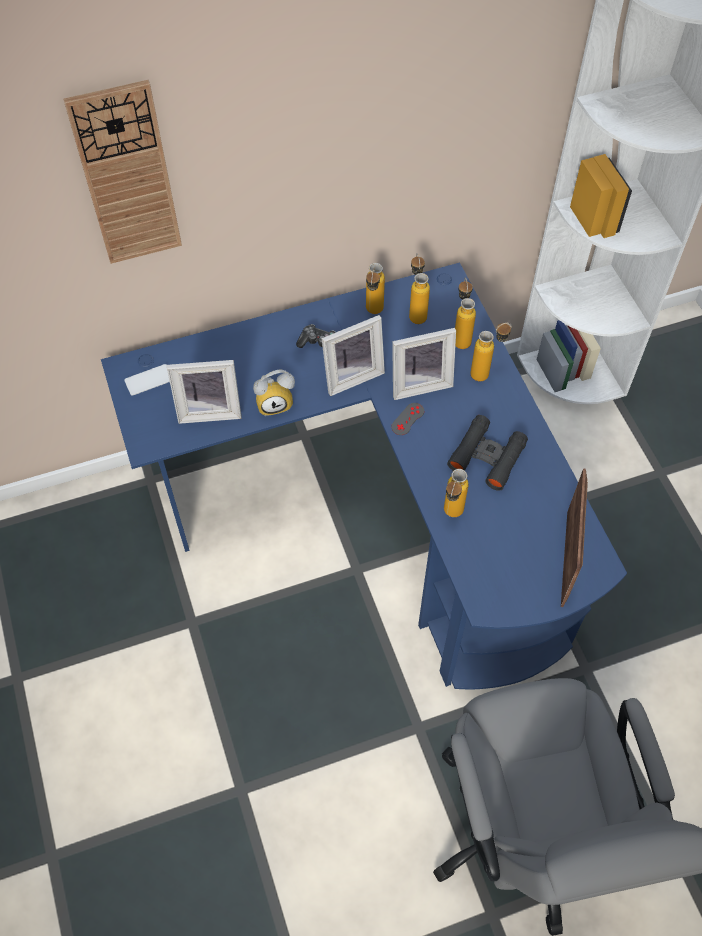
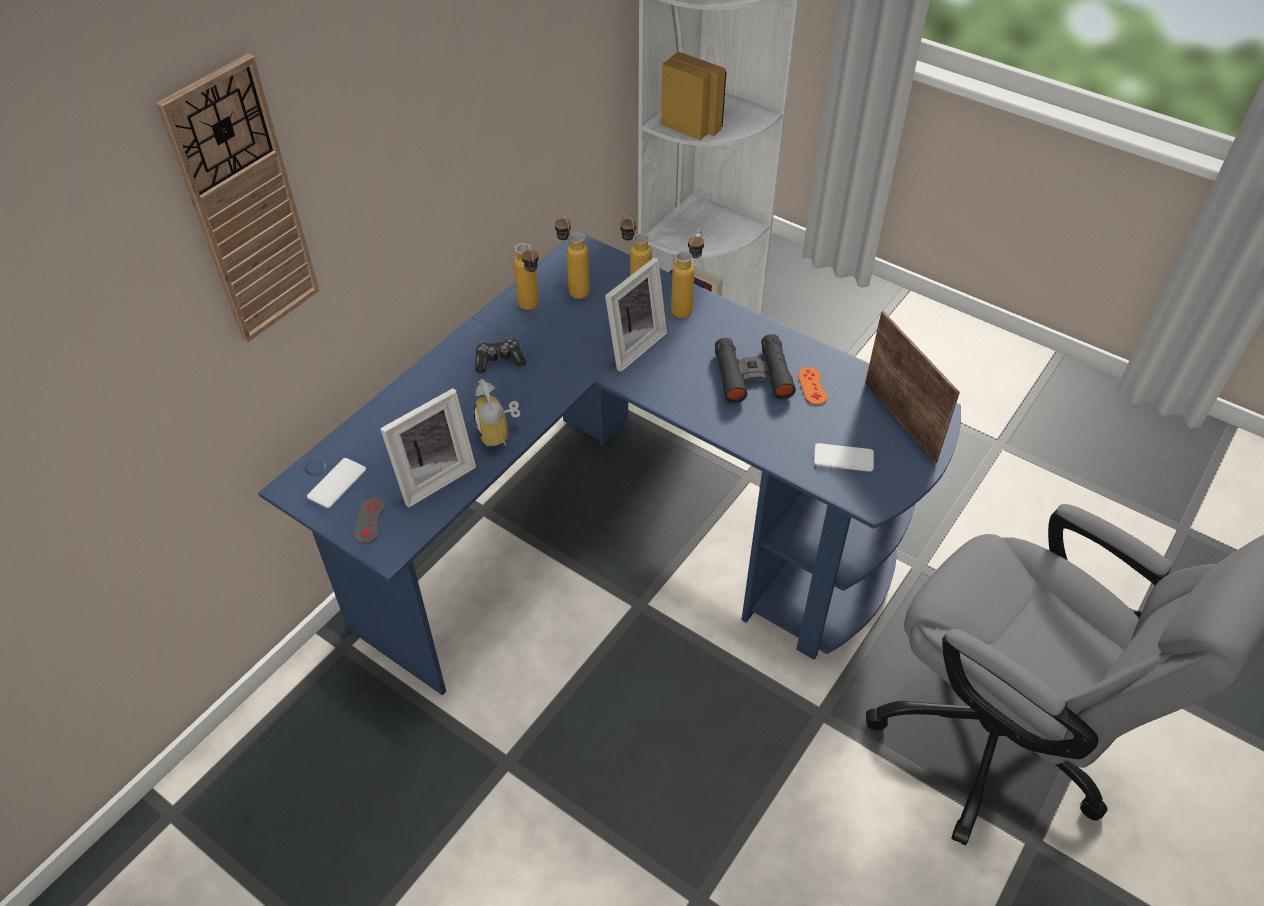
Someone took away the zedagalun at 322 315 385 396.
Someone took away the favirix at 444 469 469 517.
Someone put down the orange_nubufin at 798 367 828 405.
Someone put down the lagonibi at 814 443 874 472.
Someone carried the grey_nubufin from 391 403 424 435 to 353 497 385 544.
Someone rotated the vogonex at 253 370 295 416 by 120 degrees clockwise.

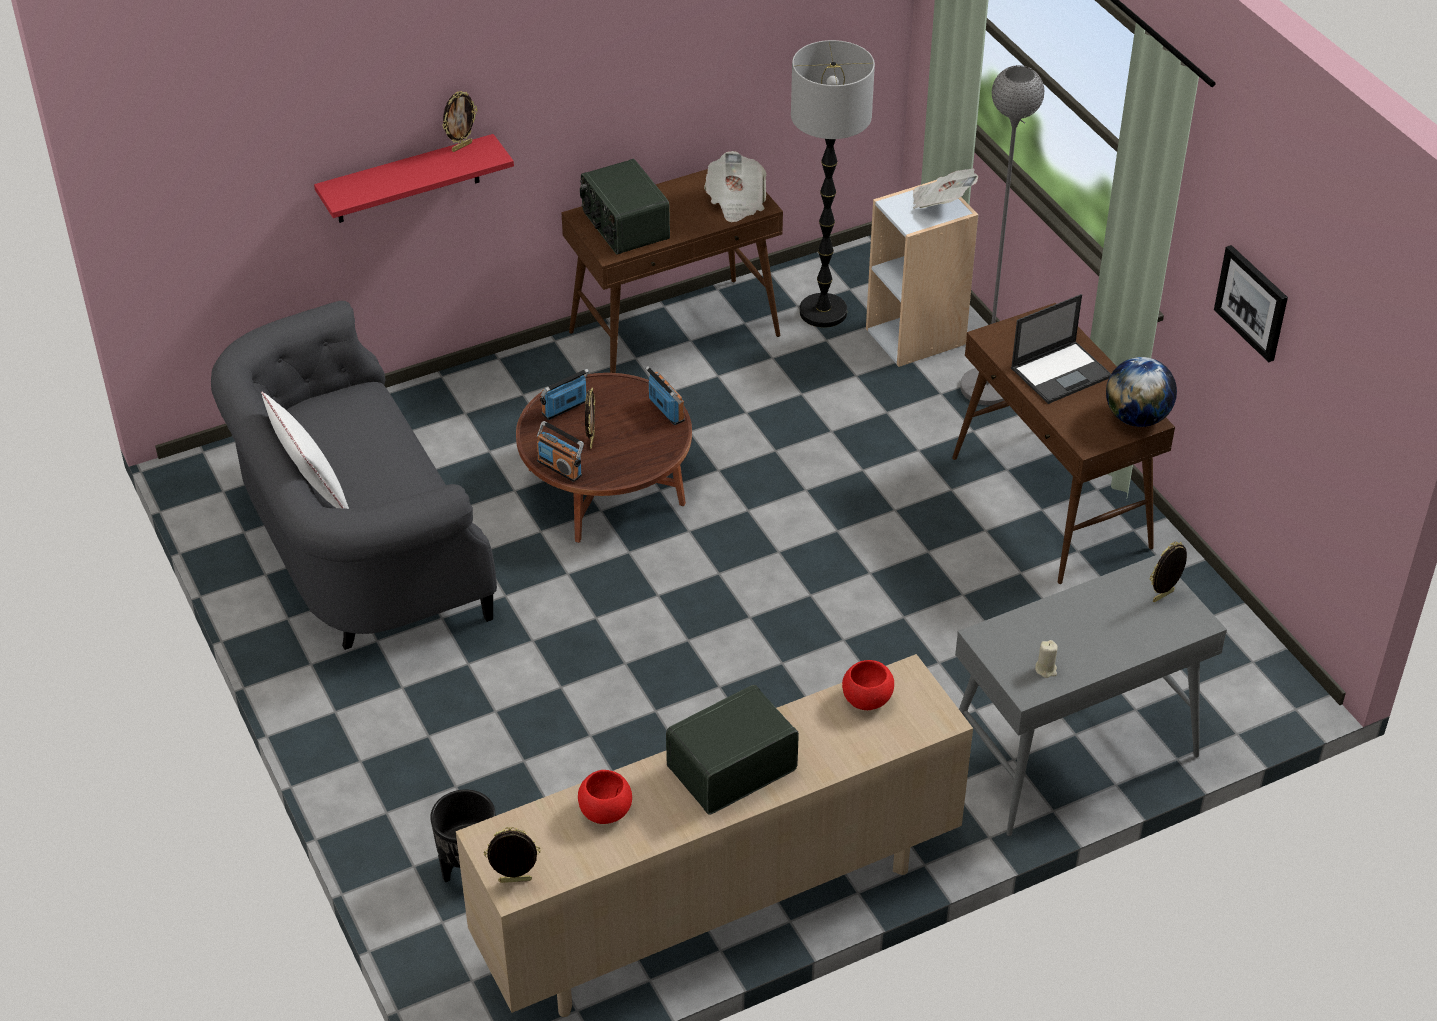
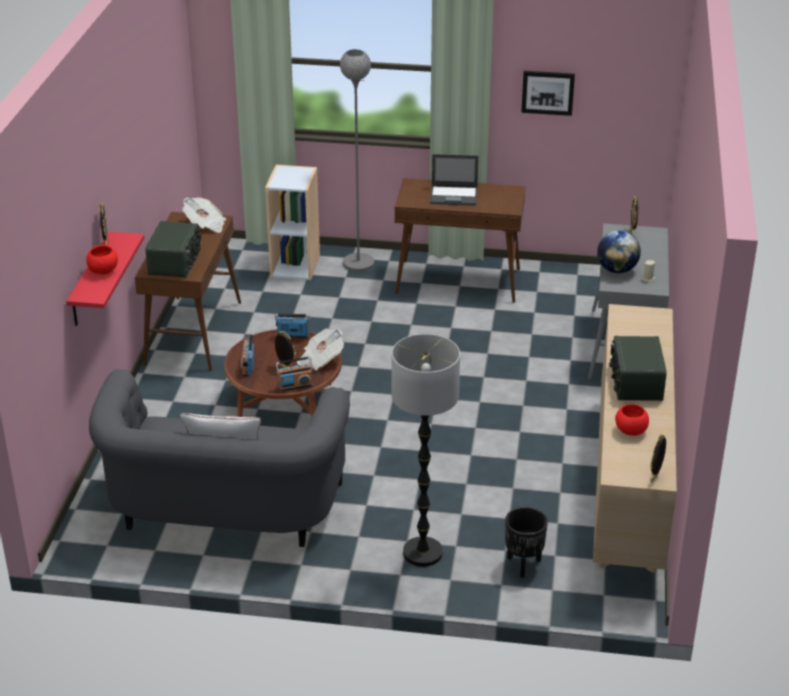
Someone carried the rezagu from 791 40 875 328 to 392 334 460 567.
Someone carried the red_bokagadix from 842 660 894 710 to 86 245 118 274.
Someone carried the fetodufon from 913 169 978 209 to 297 328 344 371.
Someone carried the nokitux from 1106 357 1177 427 to 597 230 641 273.
Someone rotated the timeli at 580 159 670 255 by 90 degrees counterclockwise.
Someone rotated the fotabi at 1011 294 1111 404 by 90 degrees clockwise.

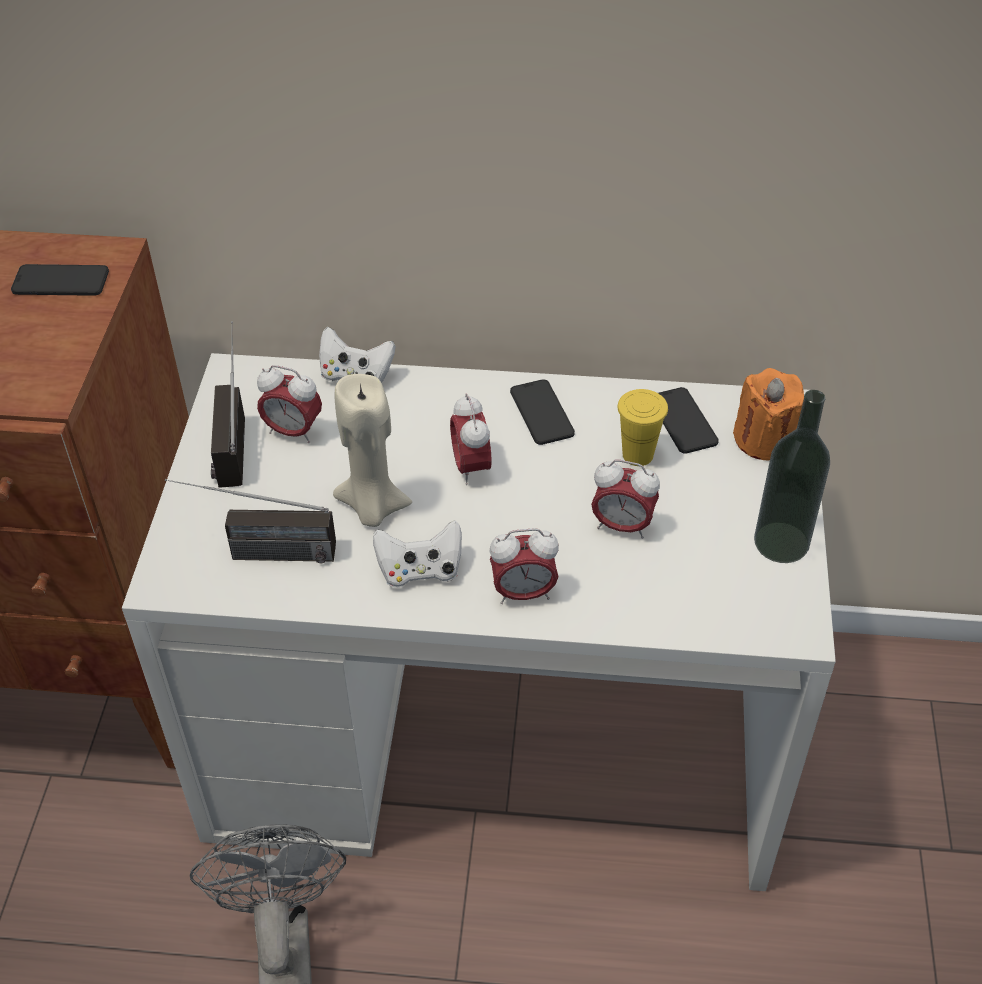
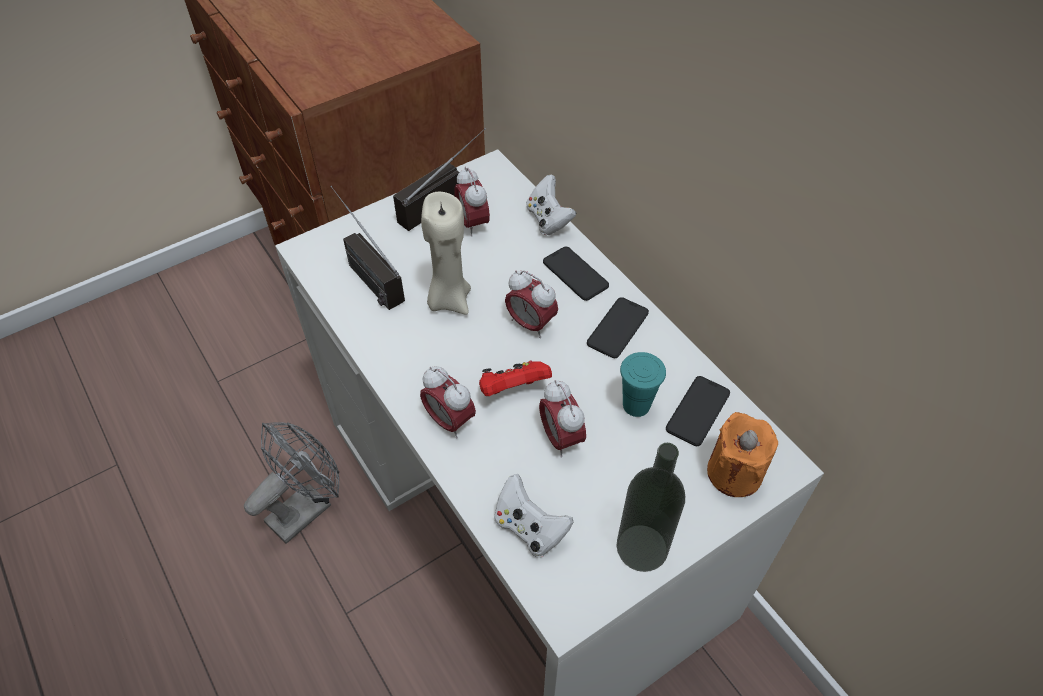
Someone put down the red_nubufin at 479 360 552 396.
Someone carried the lagonibi from 11 264 109 296 to 543 247 609 301.
Someone carried the white_nubufin from 373 520 462 588 to 494 474 574 557.
Someone repainted the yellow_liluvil at 618 389 668 466, which became the turquoise_liluvil at 620 352 666 417.
Someone rotated the vogonex at 450 394 492 485 by 90 degrees counterclockwise.

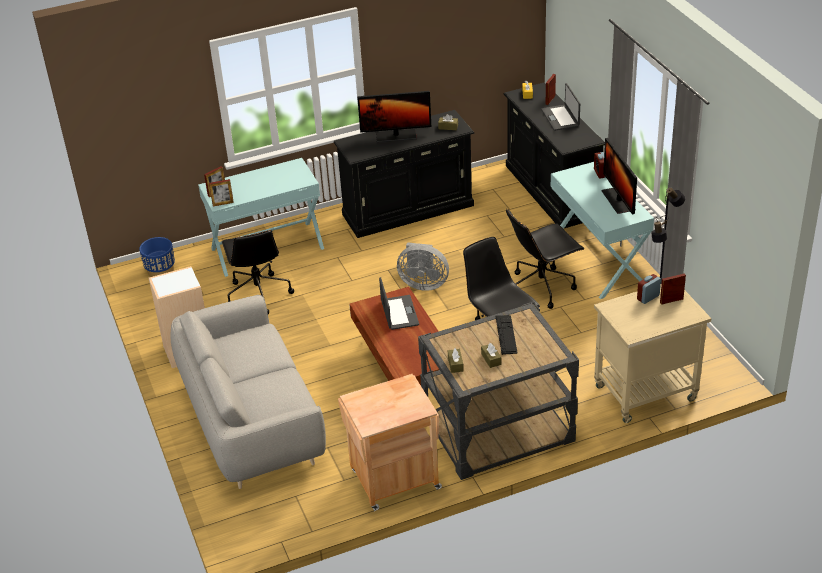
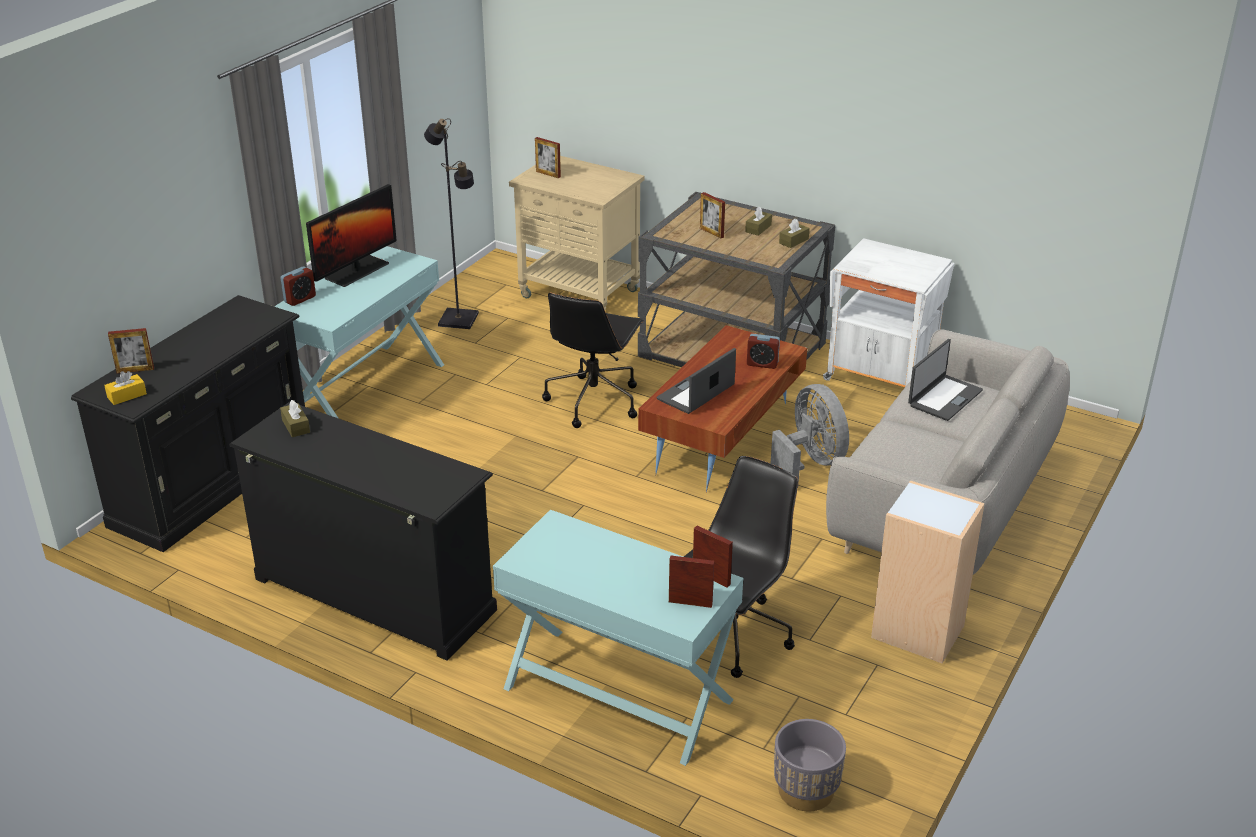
Someone took away the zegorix at 357 91 431 142.
Someone took away the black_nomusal at 506 209 584 309.
Someone carried the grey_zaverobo from 397 242 449 291 to 771 384 849 484.
Someone carried the fotabi from 541 83 580 131 to 908 339 983 421.
Someone carried the vogonex from 637 274 661 304 to 747 334 780 369.
Someone swapped the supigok at 495 315 518 355 for the zedagalun at 700 192 725 239.
Someone repainted the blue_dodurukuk at 139 237 175 277, which became the grey_dodurukuk at 774 719 846 811.
Someone repainted the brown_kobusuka at 338 374 442 511, which became the white_kobusuka at 823 238 954 387.

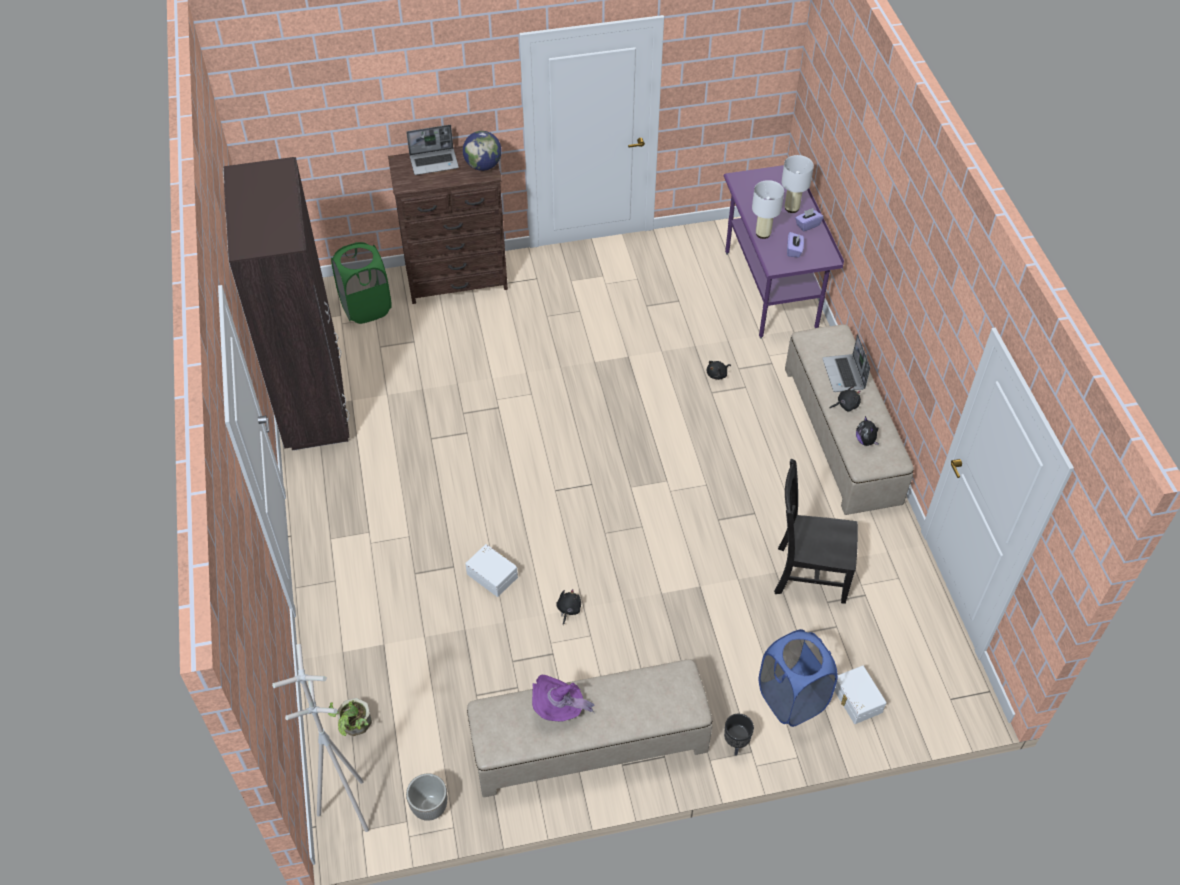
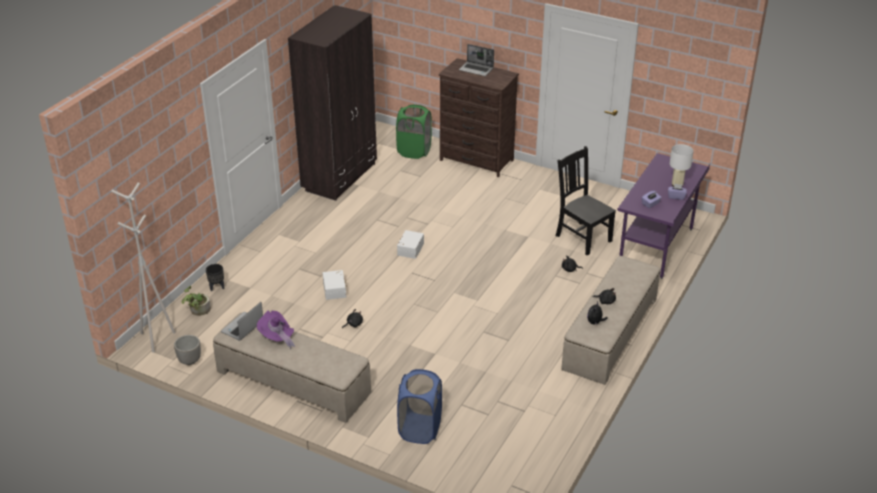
Someone took away the nokitux at 463 131 502 171.
Someone took away the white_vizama at 752 180 784 239.
Someone carried the black_dodurukuk from 724 714 754 756 to 206 264 224 291.
Someone carried the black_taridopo from 774 459 858 604 to 556 146 616 256.
Someone carried the fotabi from 822 334 870 392 to 221 302 263 341.
Someone carried the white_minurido from 834 665 886 724 to 397 230 424 259.

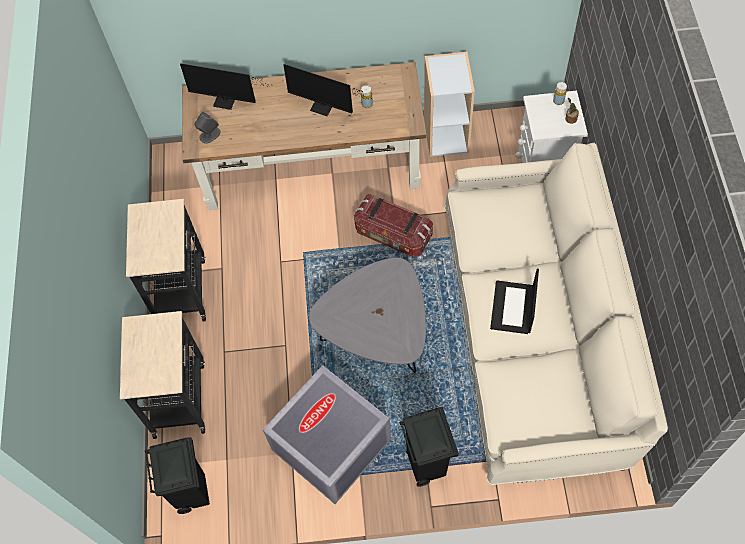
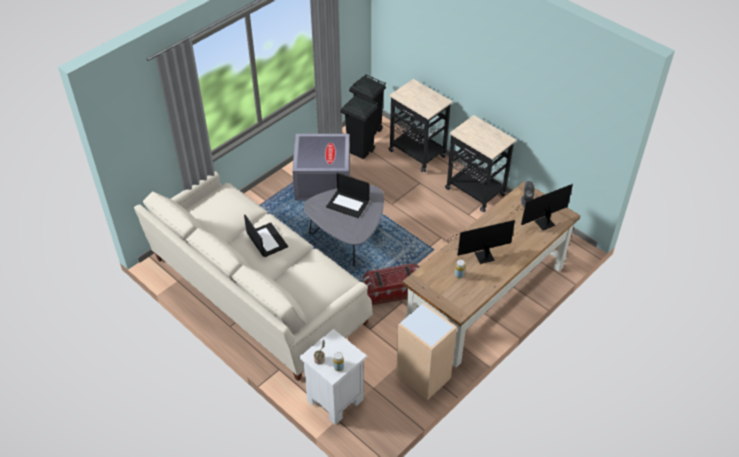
Someone put down the fotabi at 326 173 369 218.
Someone carried the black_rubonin from 399 407 459 487 to 341 94 378 159.

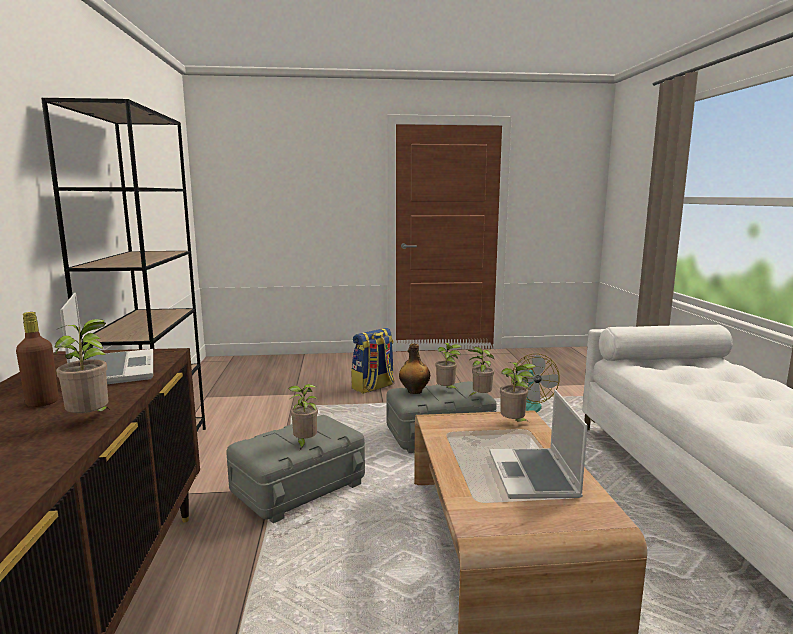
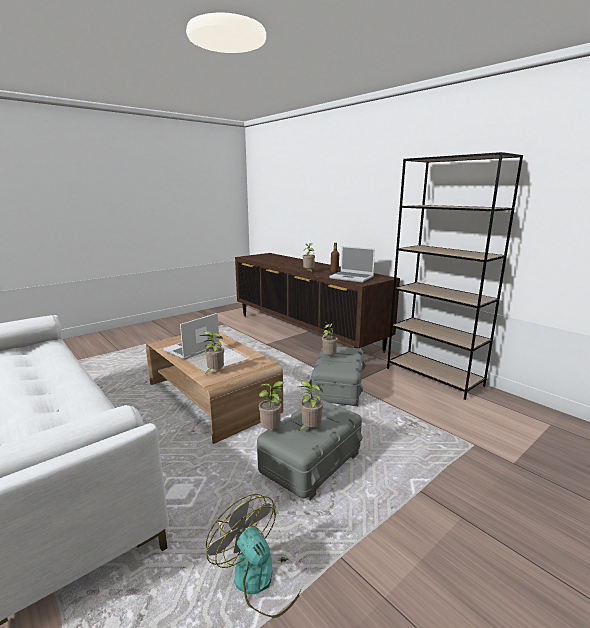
Someone took away the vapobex at 351 328 394 394.
Someone took away the favirix at 399 343 430 394.
Someone rotated the fotabi at 489 390 588 499 by 105 degrees counterclockwise.

